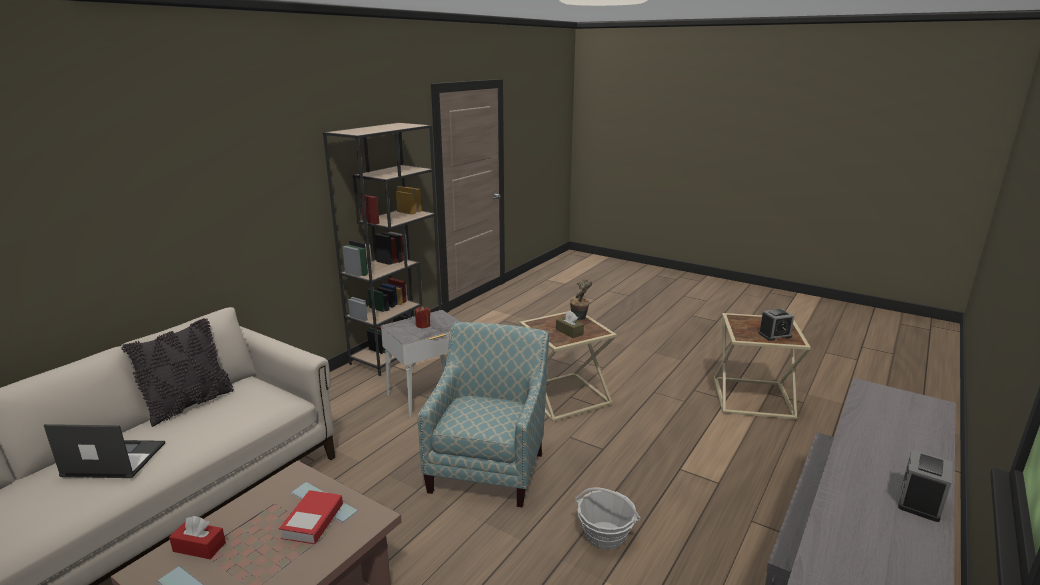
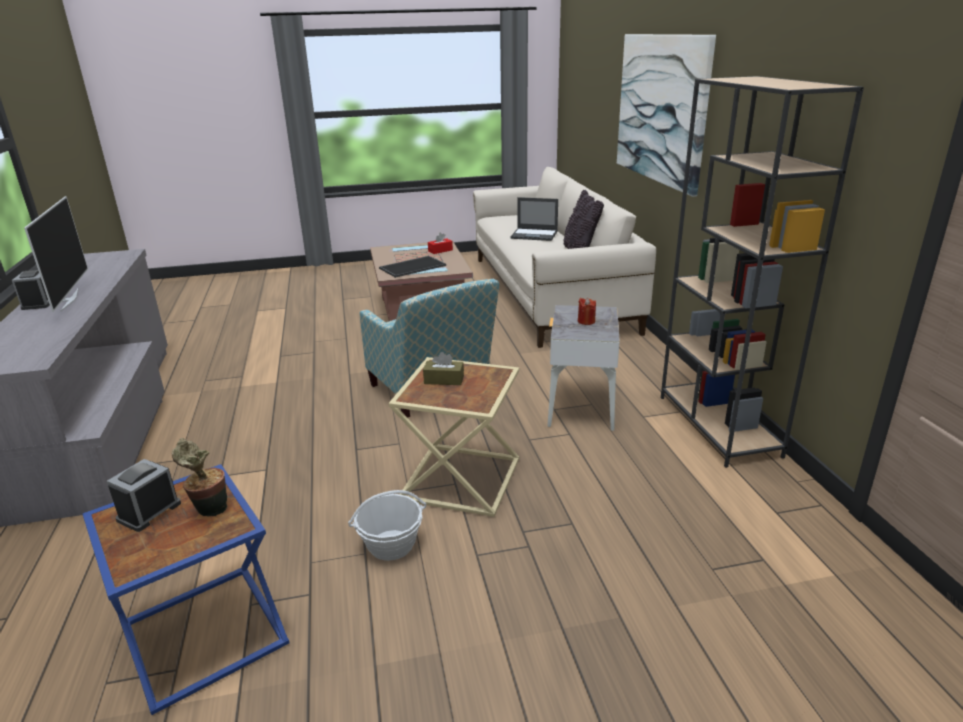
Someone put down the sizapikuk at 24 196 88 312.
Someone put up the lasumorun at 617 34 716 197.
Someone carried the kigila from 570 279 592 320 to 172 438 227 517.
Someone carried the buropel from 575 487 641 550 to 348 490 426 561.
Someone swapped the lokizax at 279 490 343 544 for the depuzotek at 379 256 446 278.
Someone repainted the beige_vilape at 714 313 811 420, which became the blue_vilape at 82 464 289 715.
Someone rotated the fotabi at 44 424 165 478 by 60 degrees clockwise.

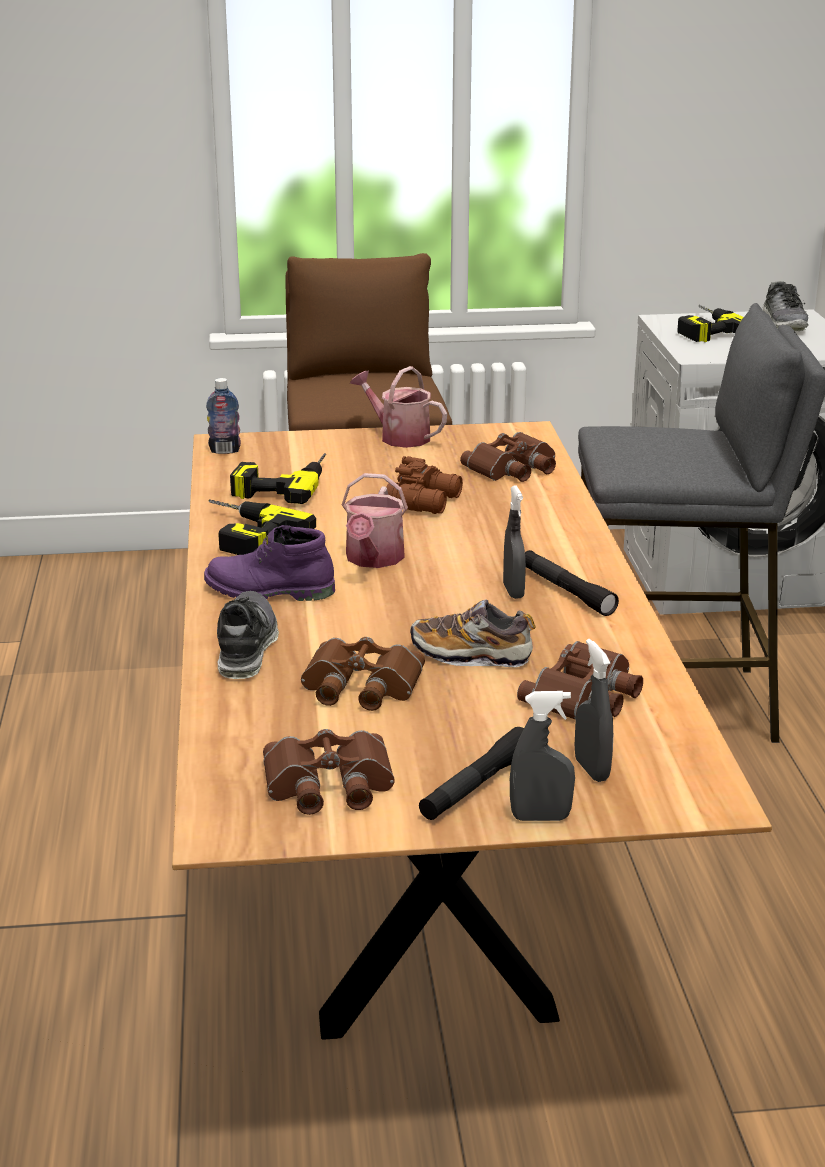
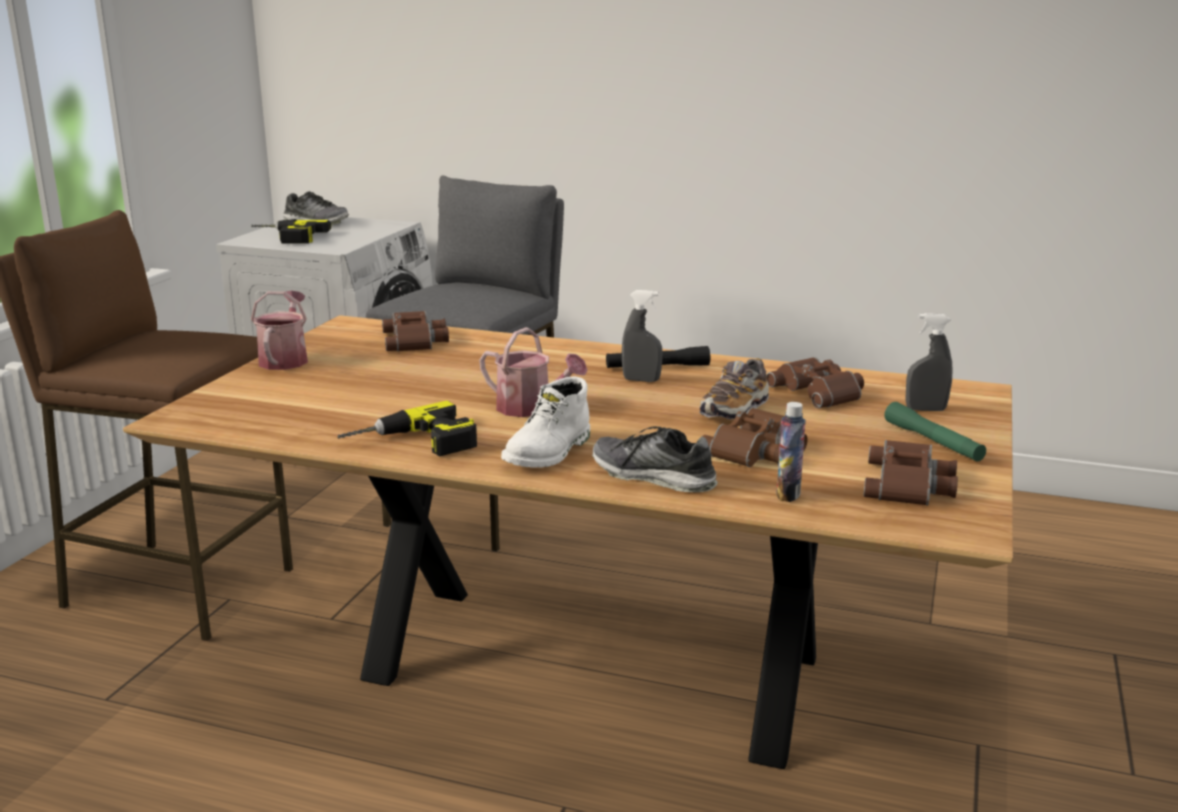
Someone took away the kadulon at 230 453 327 504.
Someone took away the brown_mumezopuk at 386 456 463 514.
Someone took away the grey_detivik at 510 691 575 821.
Someone carried the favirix from 206 378 241 454 to 776 402 806 502.
Someone repainted the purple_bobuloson at 204 525 335 601, which became the white_bobuloson at 501 376 590 468.
Someone repainted the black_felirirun at 419 727 524 820, which became the green_felirirun at 885 402 986 462.
Someone rotated the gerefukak at 350 366 447 448 by 120 degrees clockwise.

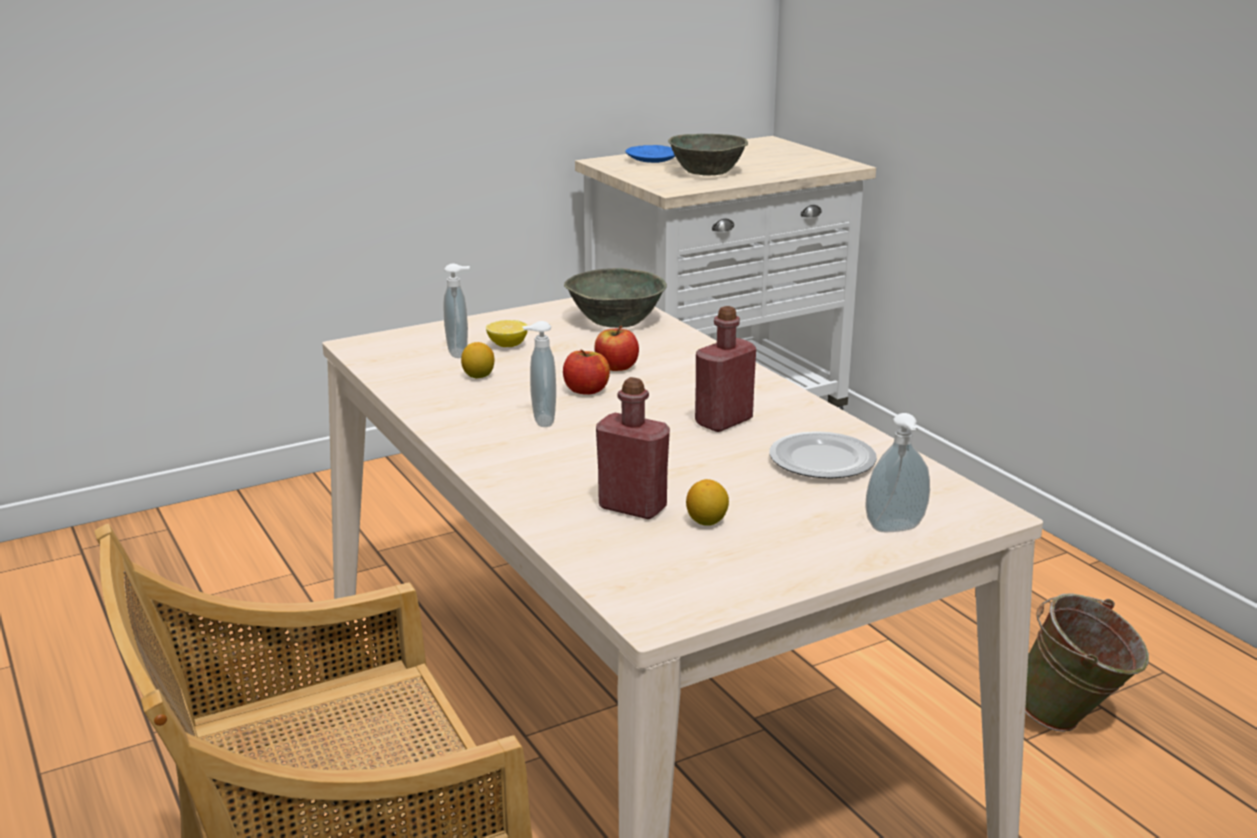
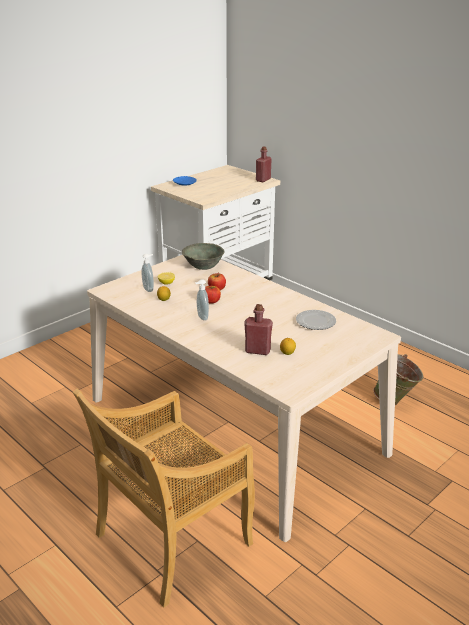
Someone took away the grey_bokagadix at 668 134 748 175.
Someone took away the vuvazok at 865 413 930 532.
Someone carried the red_favirix from 695 306 756 432 to 256 147 272 182.

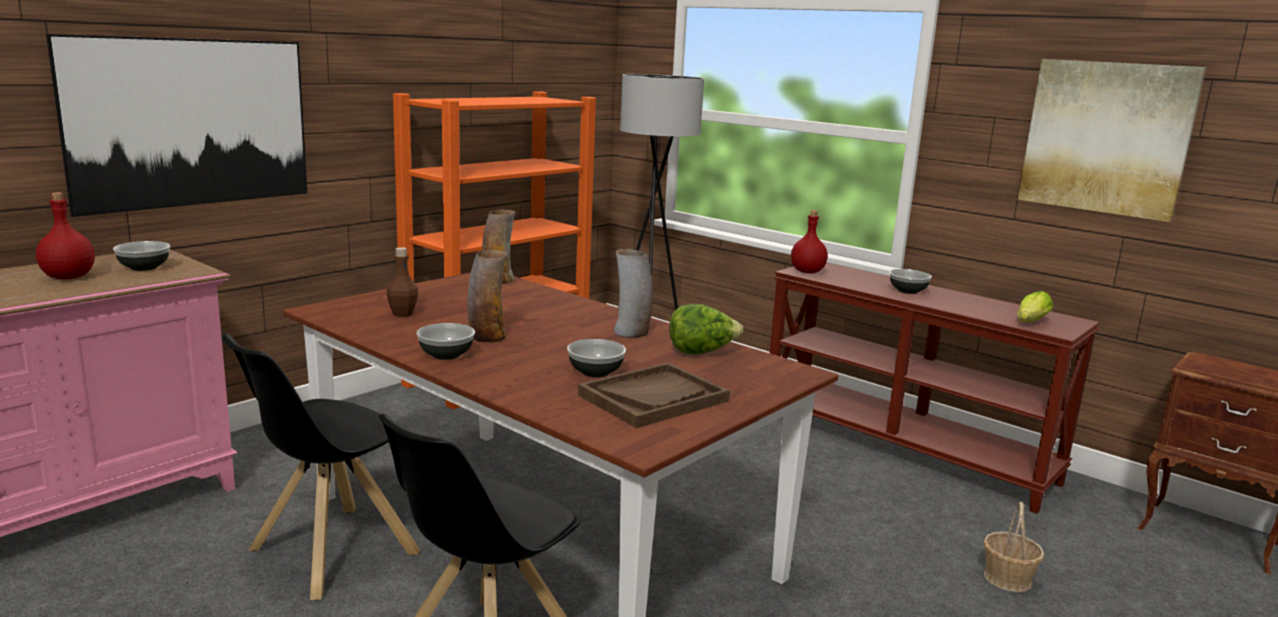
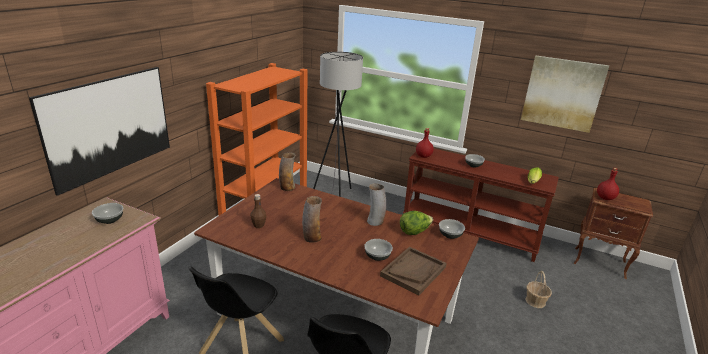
Someone carried the red_favirix from 36 192 95 279 to 597 168 619 200.
Someone carried the bokagadix from 416 323 475 360 to 439 219 465 239.

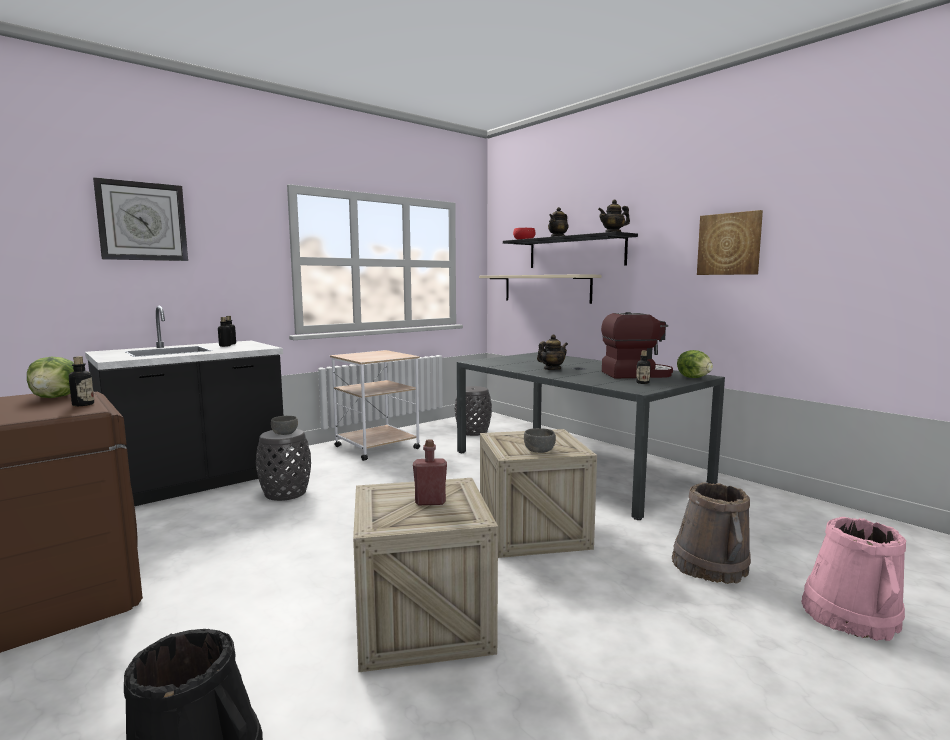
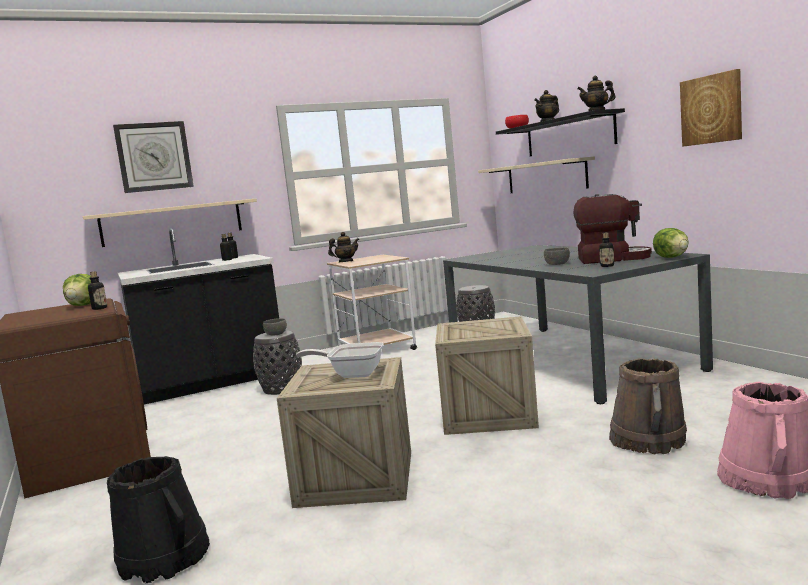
Someone put up the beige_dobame at 83 198 257 247.
Someone carried the grey_bokagadix from 524 428 556 453 to 544 247 570 265.
Someone carried the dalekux from 537 334 568 370 to 328 232 359 262.
Someone swapped the red_favirix at 413 439 447 505 for the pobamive at 296 342 384 378.

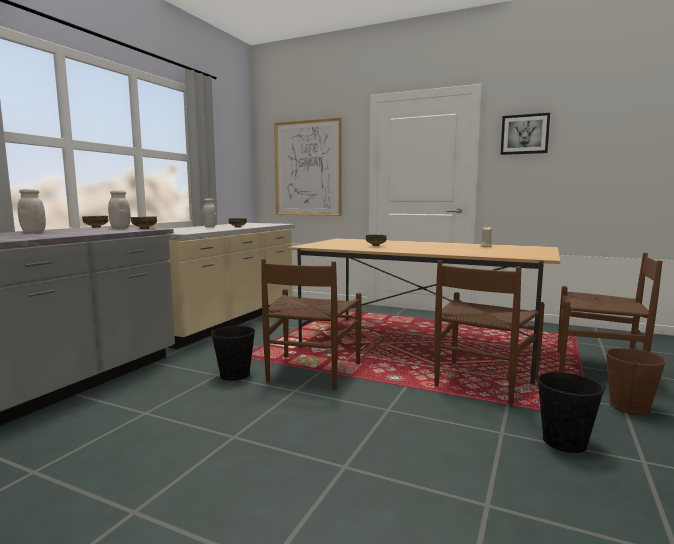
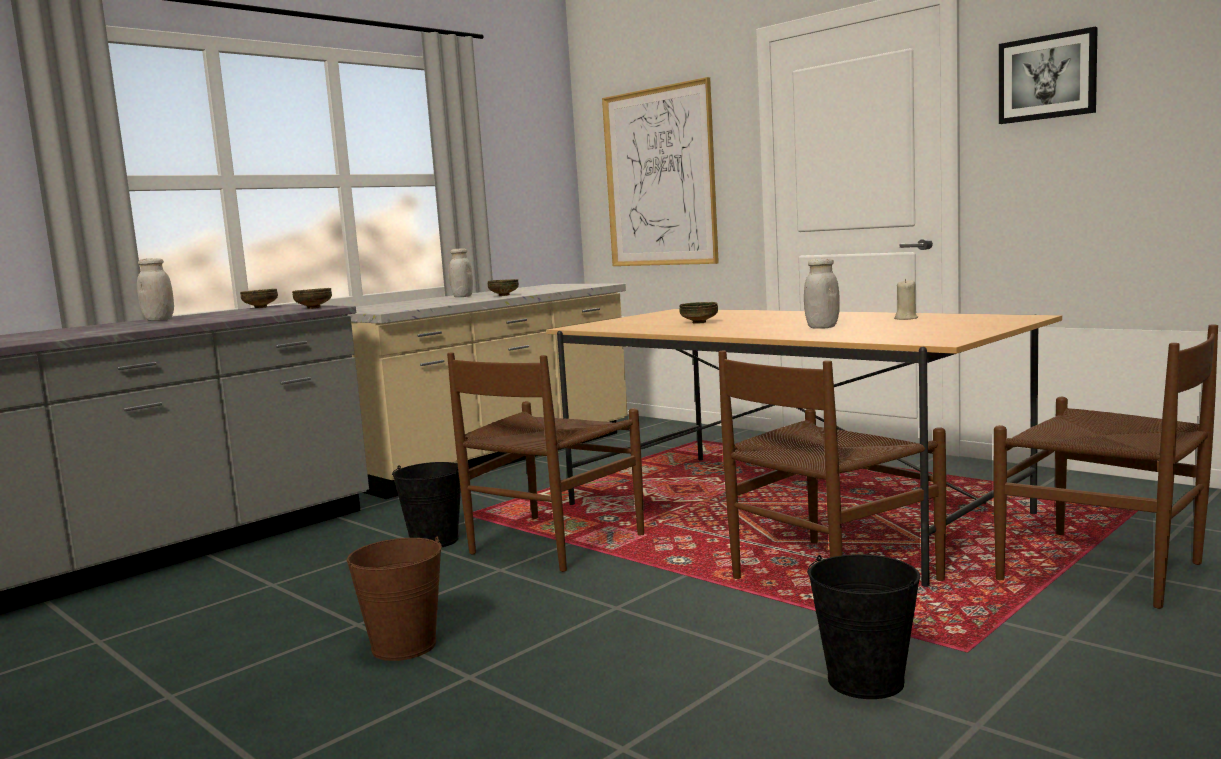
Someone carried the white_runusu from 108 190 131 229 to 804 258 840 329.
Someone carried the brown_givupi from 606 347 667 415 to 347 537 442 661.

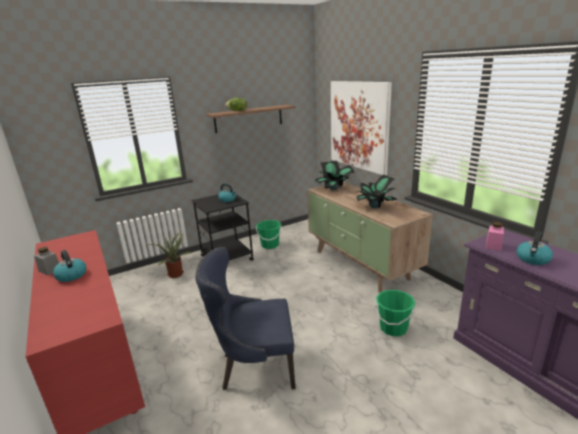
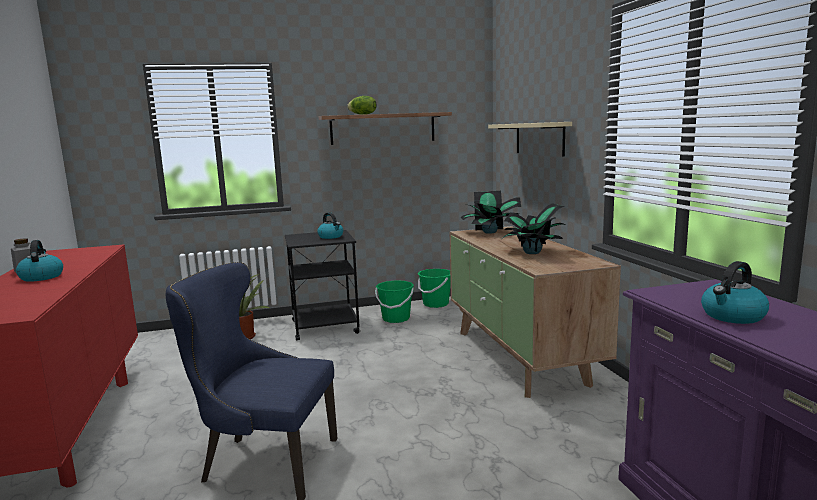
Someone took away the pink_runusu at 486 222 504 251.
Someone carried the green_givupi from 375 290 415 336 to 417 269 451 308.
Someone swapped the lasumorun at 331 81 392 175 for the beige_dobame at 488 122 572 156.

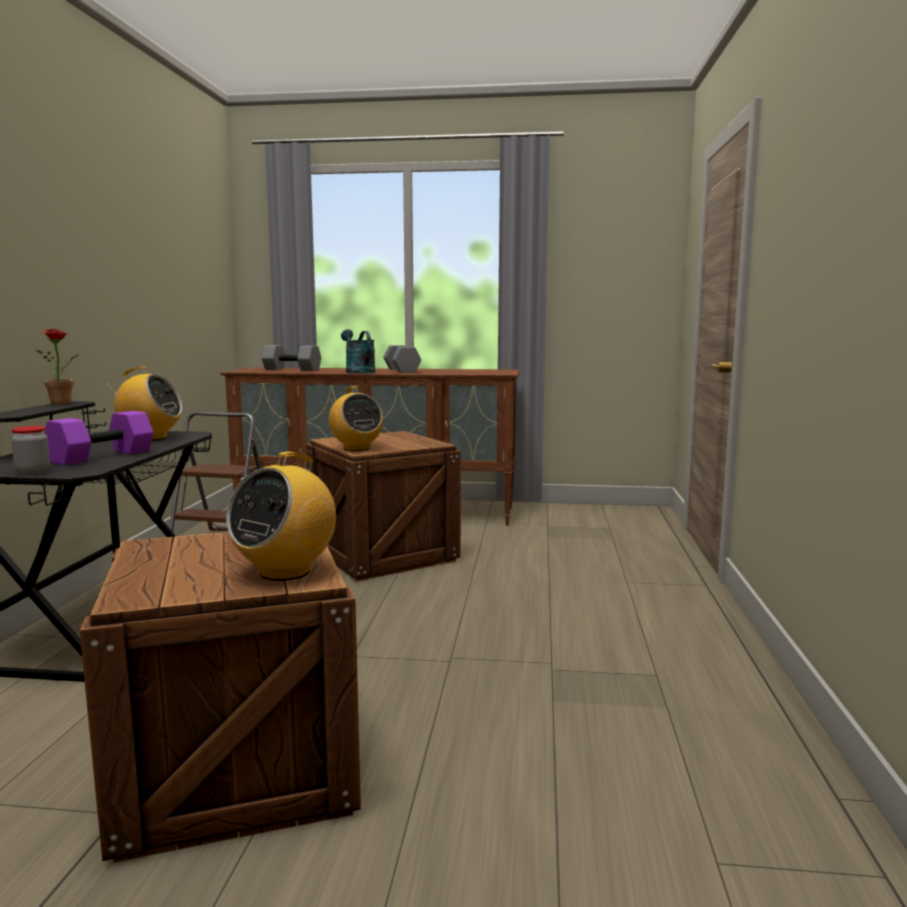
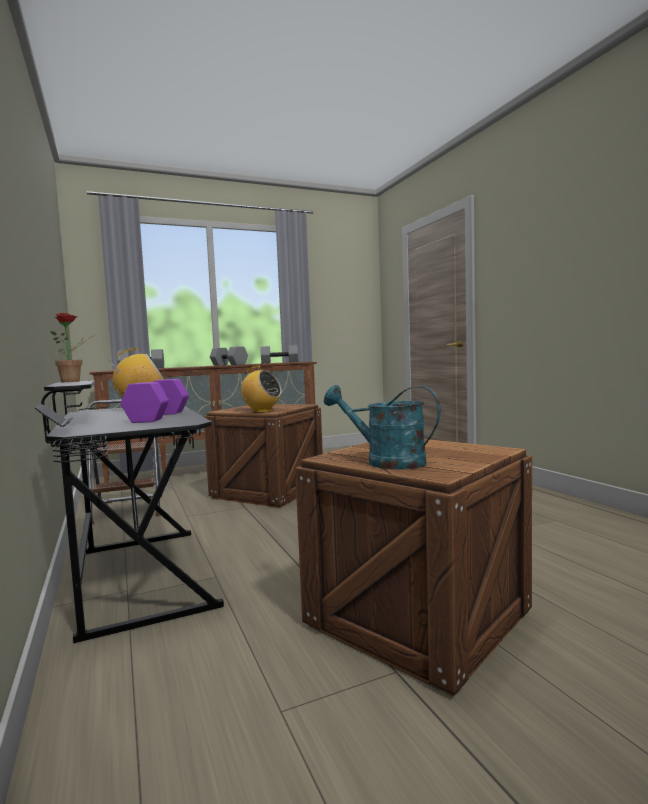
Someone took away the runusu at 11 426 50 475.
Someone took away the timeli at 226 452 336 581.
Someone put down the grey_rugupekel at 260 345 298 363.
Someone carried the turquoise_gerefukak from 341 329 375 374 to 324 385 441 470.

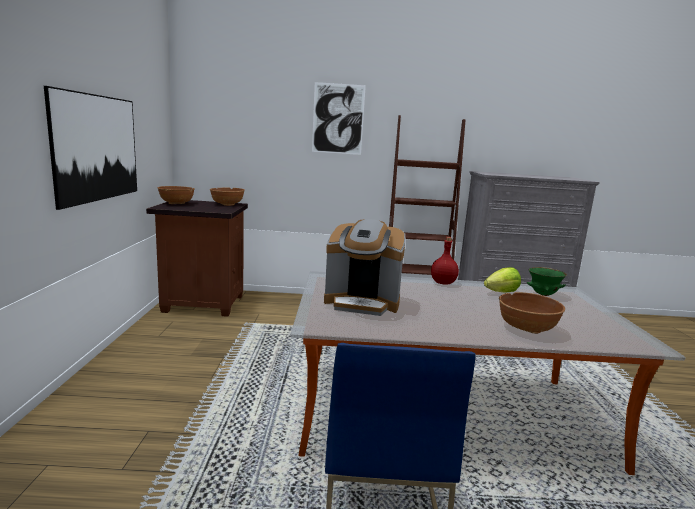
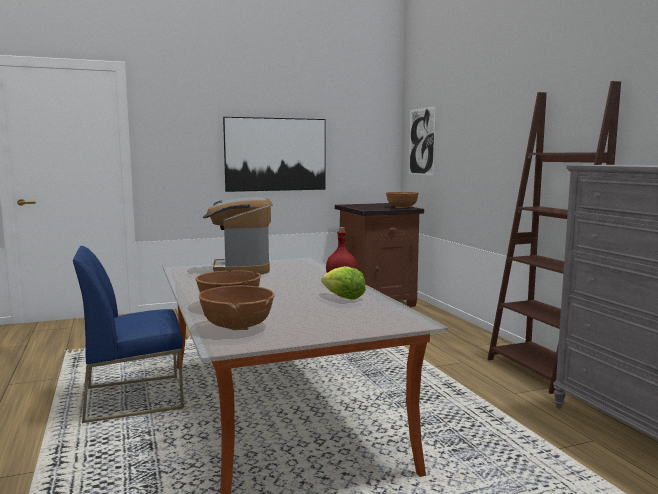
Someone took away the green_bokagadix at 527 267 567 296.
Someone carried the brown_bokagadix from 158 186 195 204 to 199 285 275 330.
Someone carried the lasumorun from 312 82 366 155 to 409 106 436 176.

